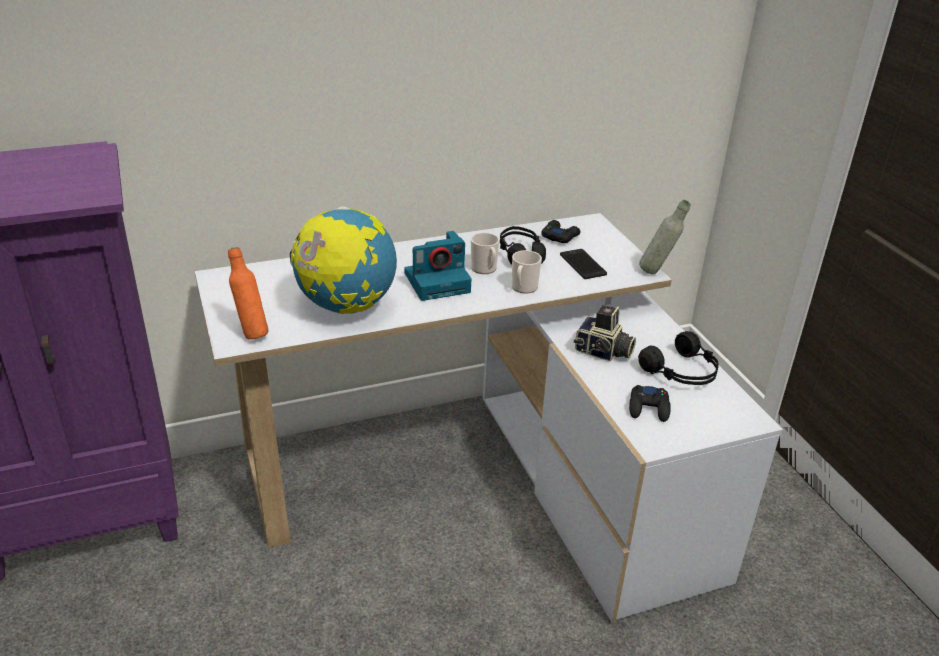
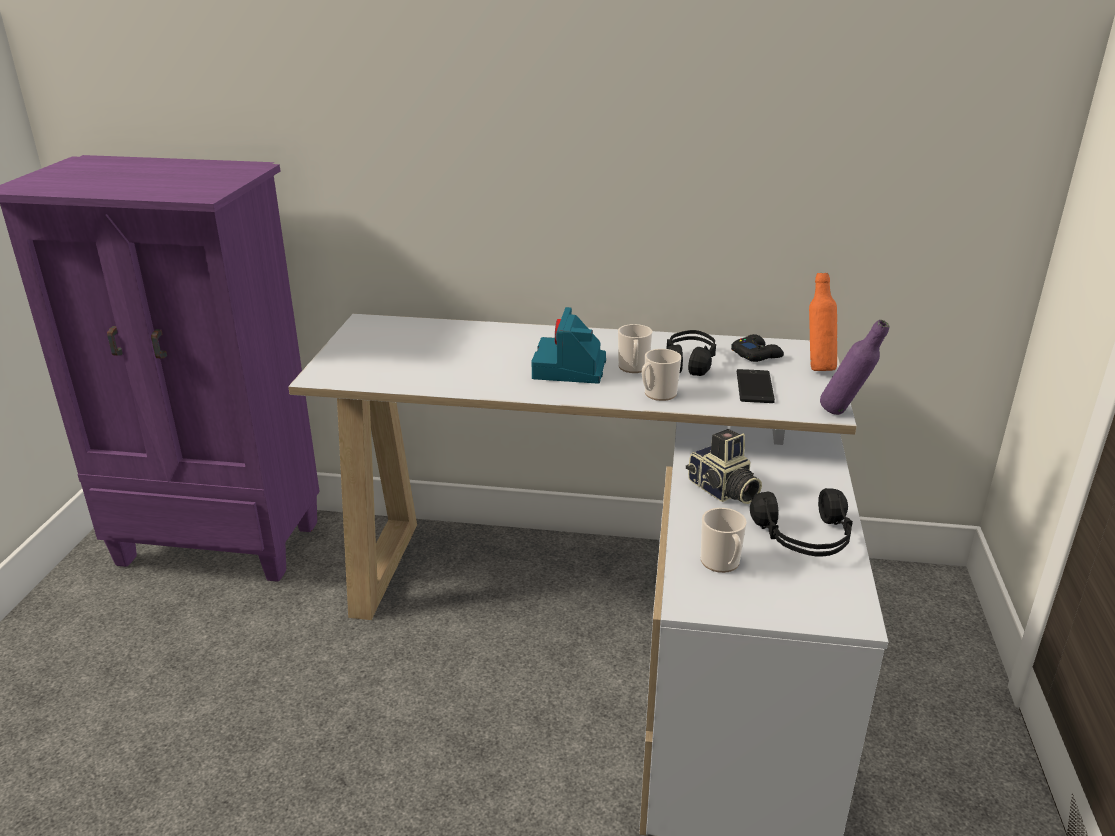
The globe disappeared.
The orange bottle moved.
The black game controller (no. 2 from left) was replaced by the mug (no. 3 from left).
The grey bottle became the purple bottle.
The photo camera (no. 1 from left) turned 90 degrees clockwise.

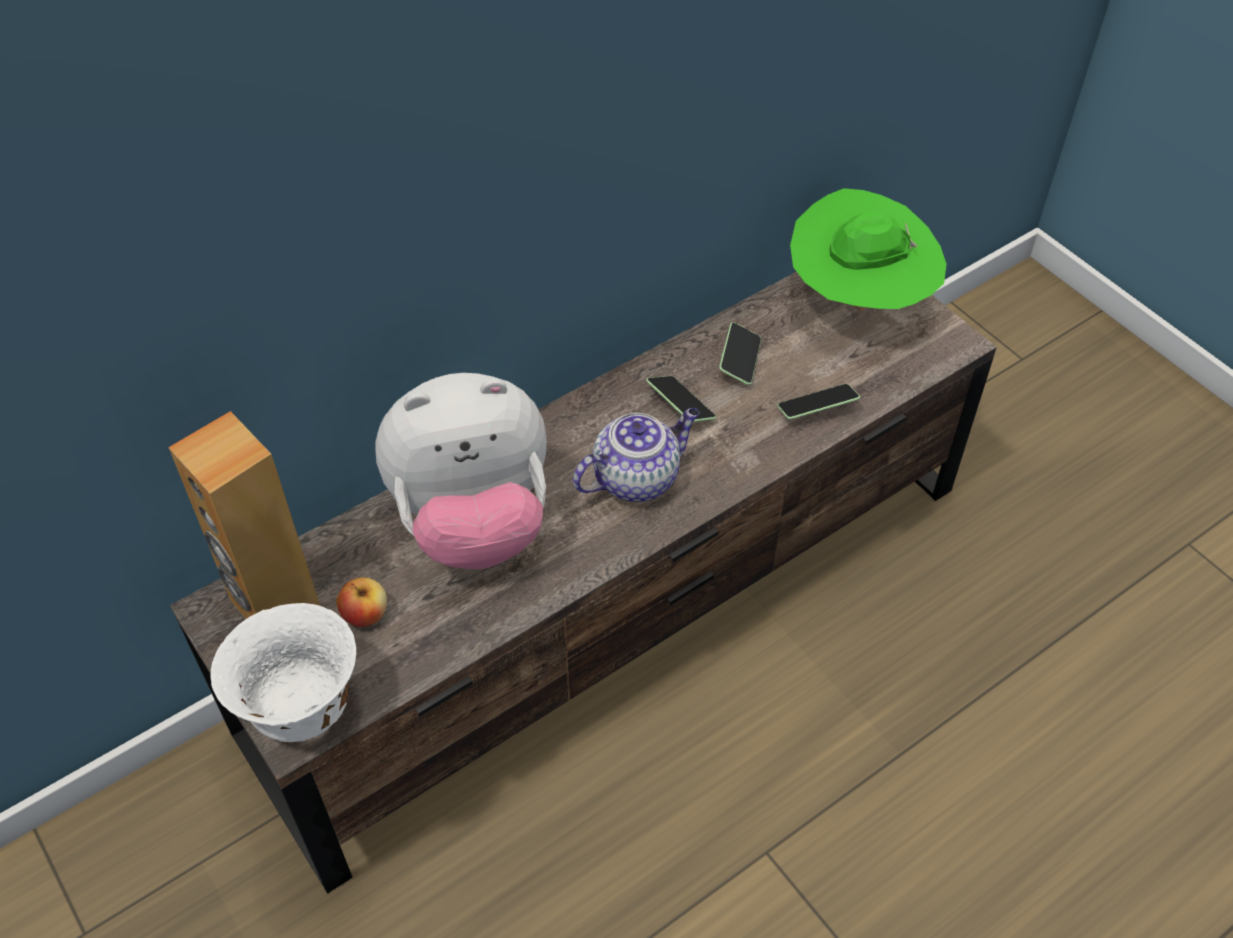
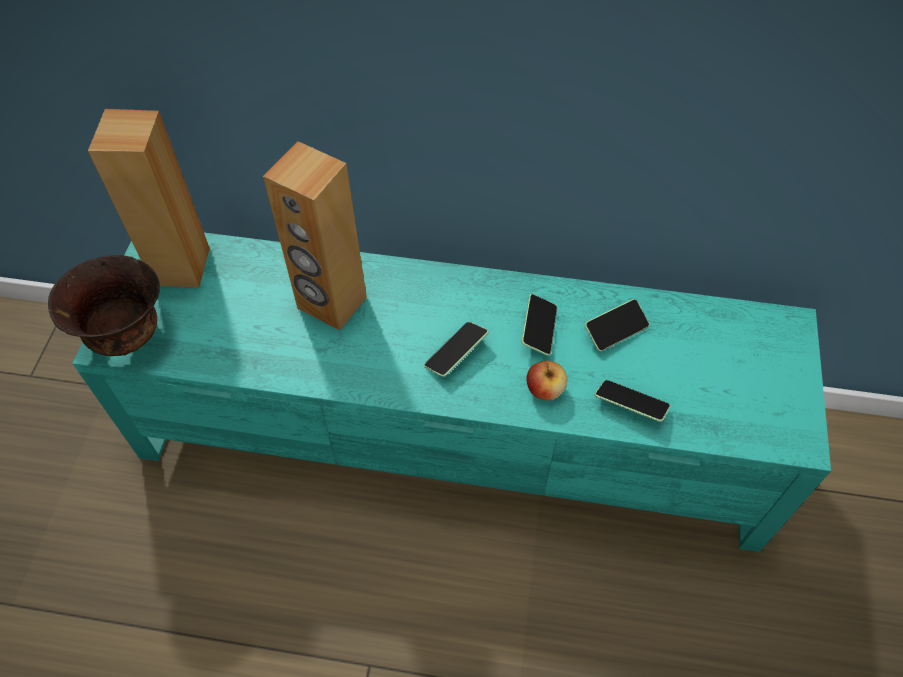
The green hat disappeared.
The apple moved.
The plush toy was replaced by the brown speaker (no. 2 from left).
The teapot was replaced by the phone (no. 1 from left).
The brown tv stand became the turquoise tv stand.
The white bowl became the brown bowl.

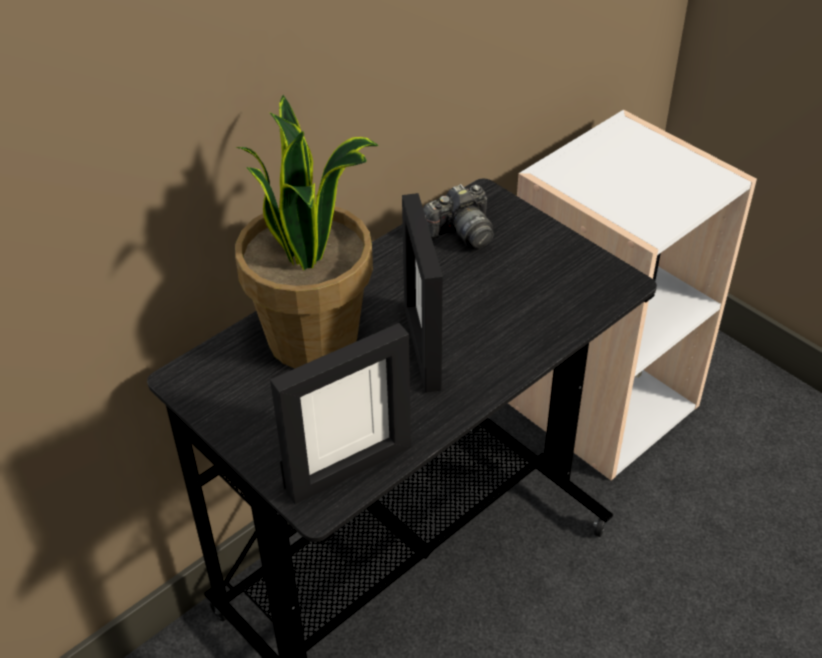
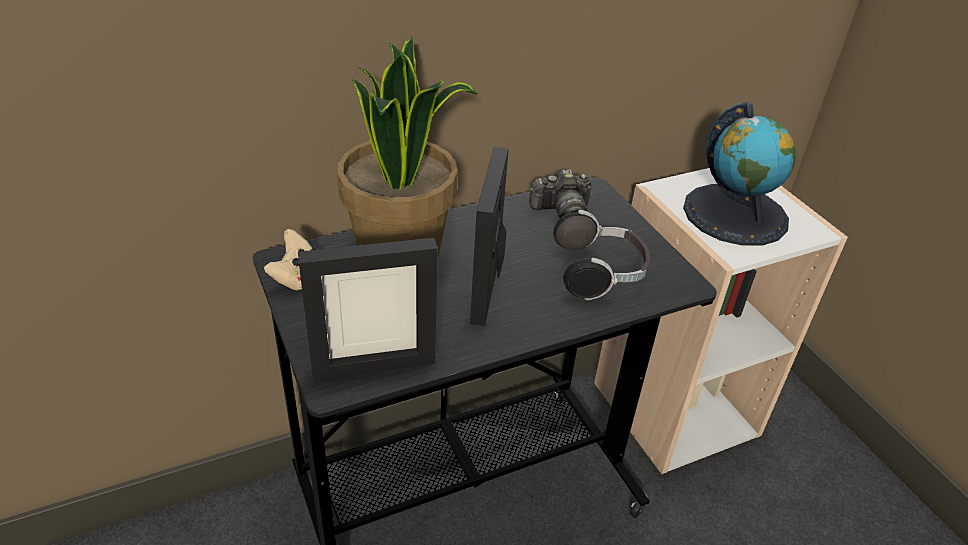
The beige game controller appeared.
The headphones appeared.
The globe appeared.

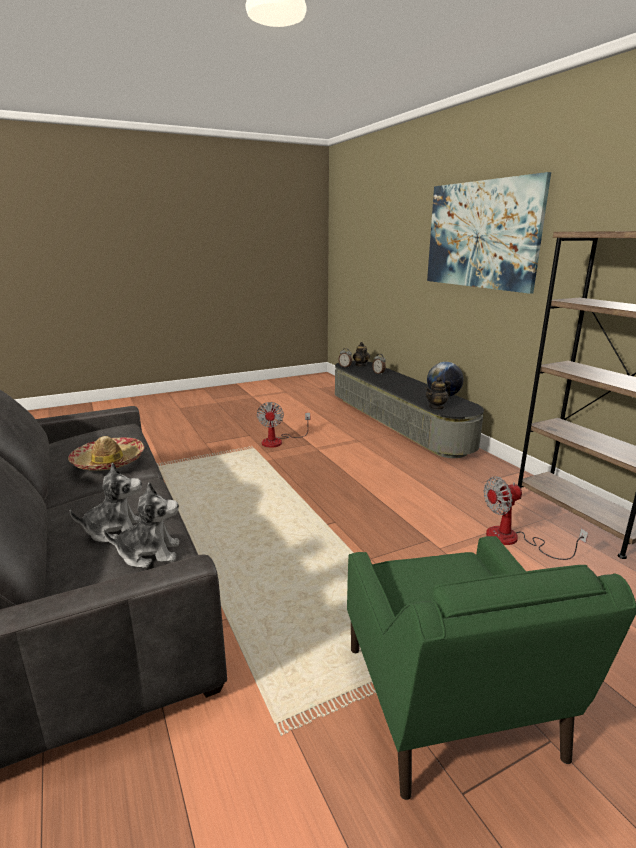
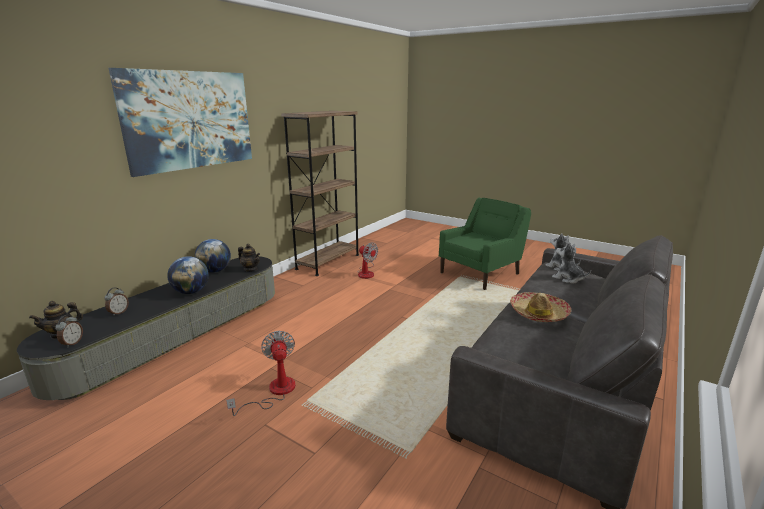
The globe (no. 1 from left) appeared.
The fan (no. 1 from left) turned 75 degrees counterclockwise.

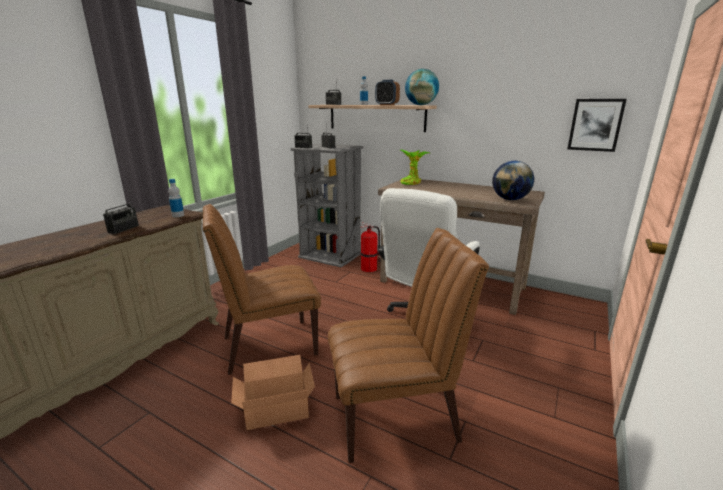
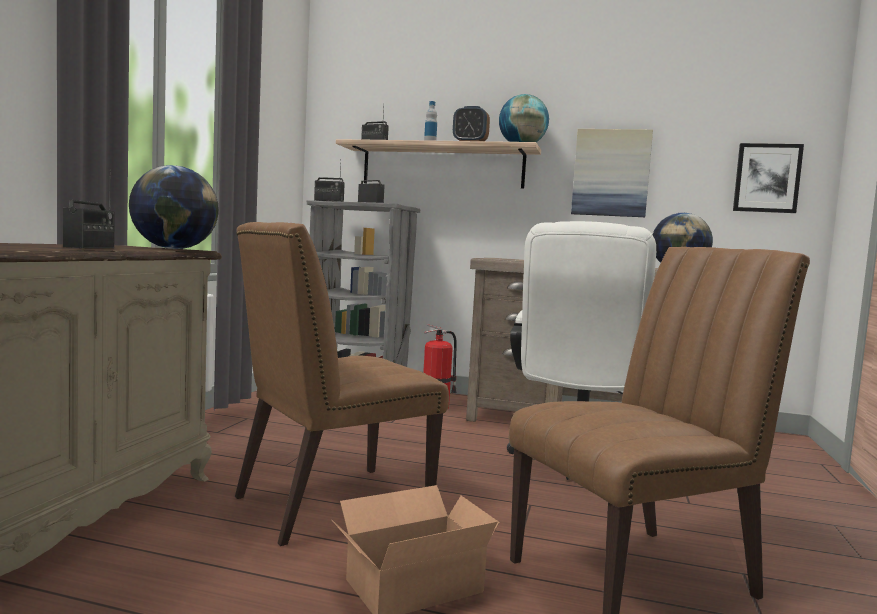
The potted plant disappeared.
The picture (no. 1 from left) appeared.
The bottle (no. 1 from left) was replaced by the globe (no. 1 from left).

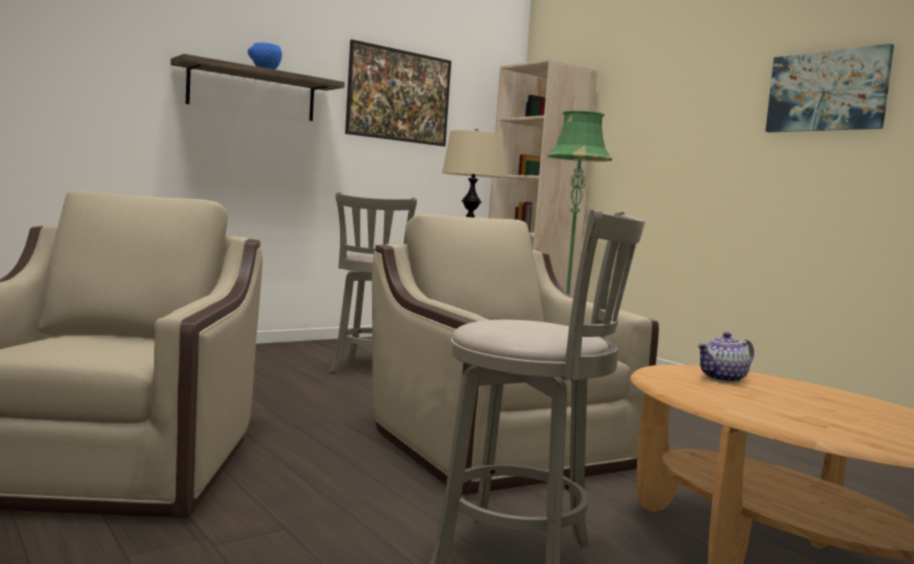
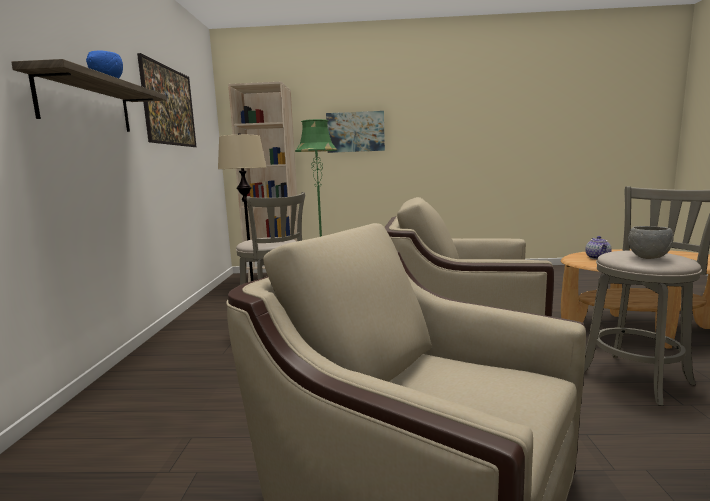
The grey bowl appeared.
The picture (no. 2 from left) moved.

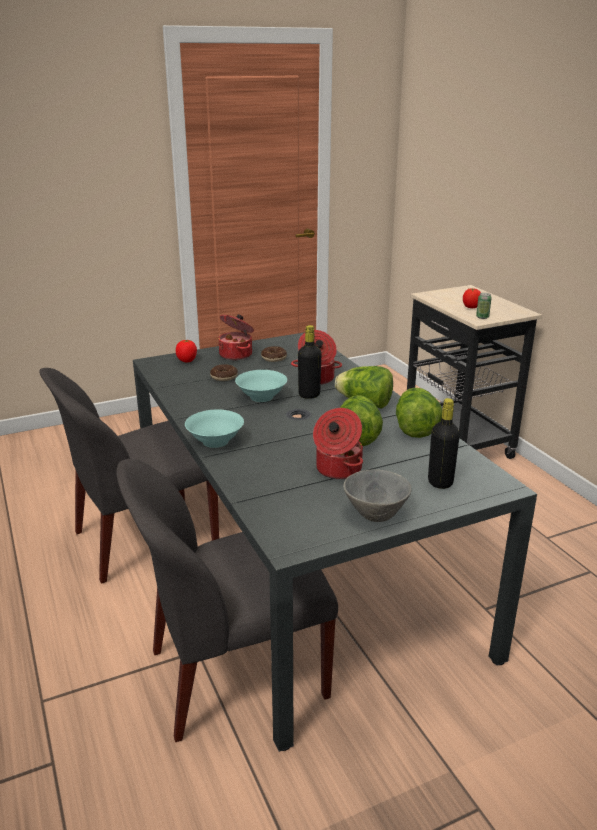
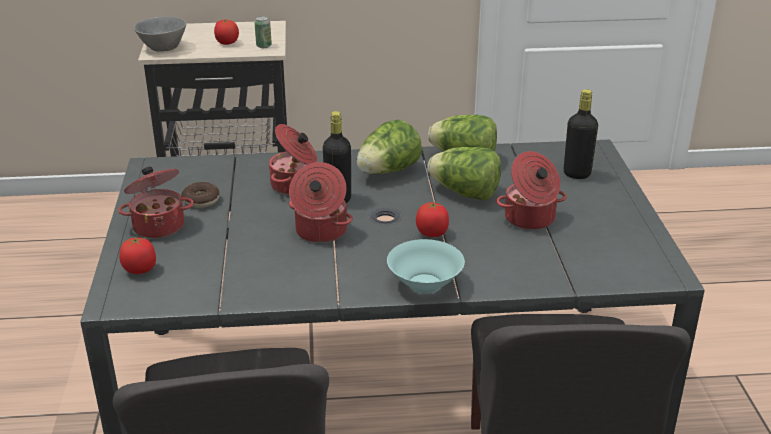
The donut (no. 1 from left) disappeared.
The tomato (no. 3 from left) appeared.
The grey bowl moved.
The turquoise bowl (no. 2 from left) was replaced by the cooking pot (no. 3 from left).

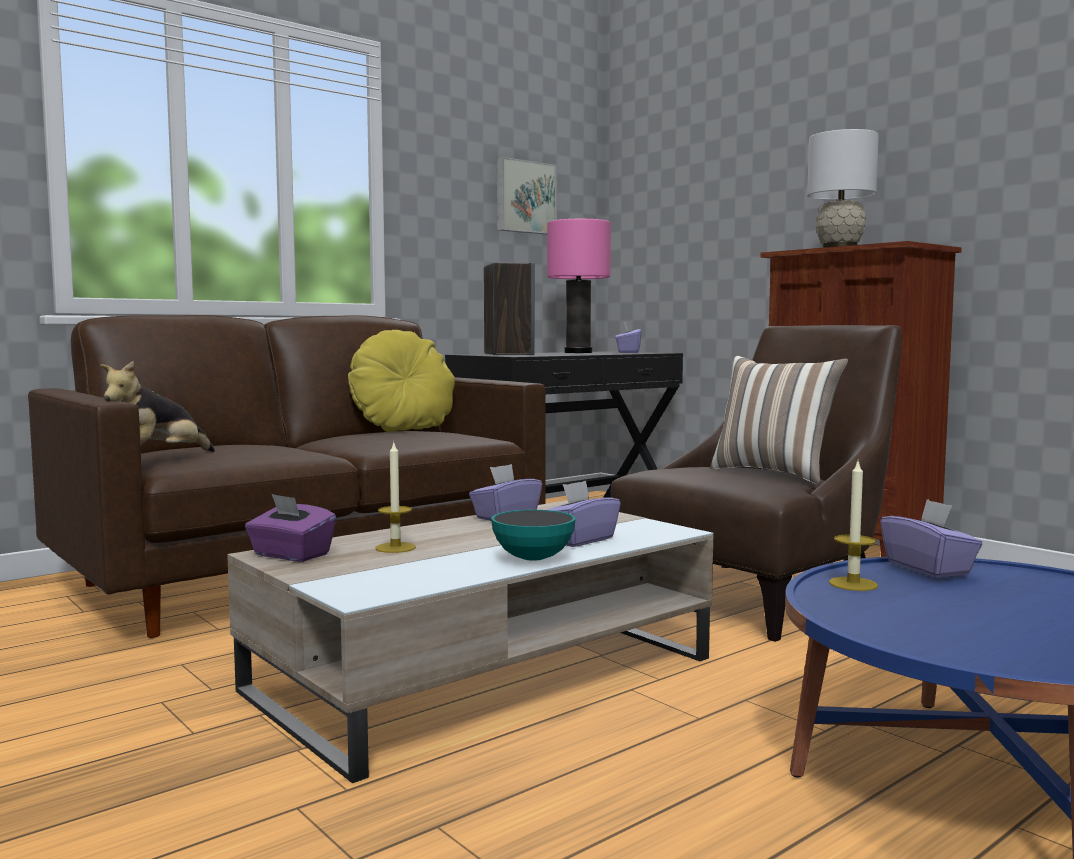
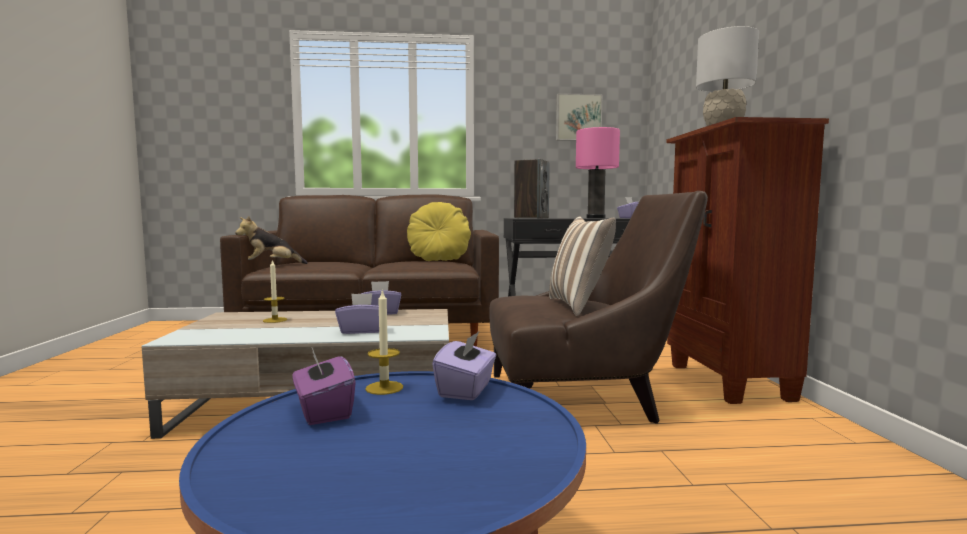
The bowl disappeared.
The purple tissue box (no. 1 from left) moved.

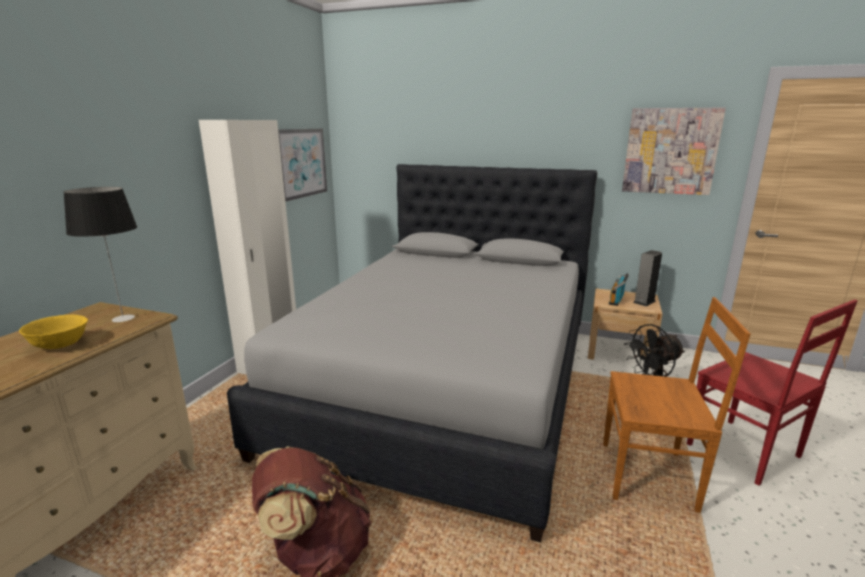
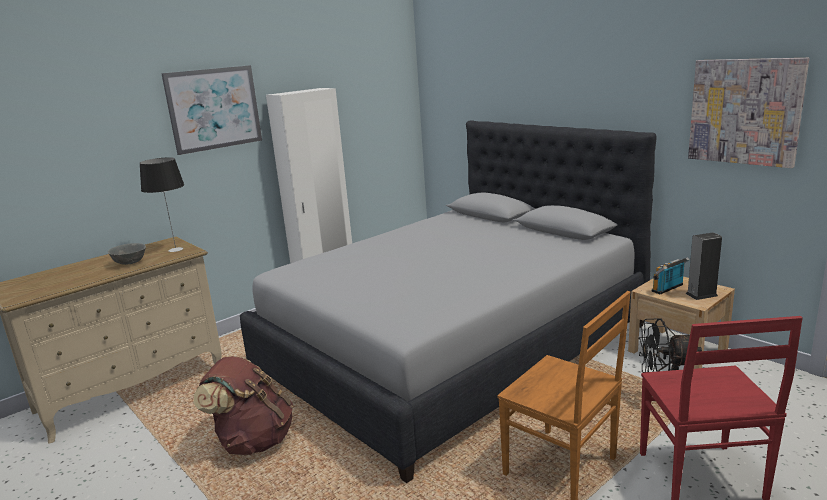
The picture (no. 1 from left) moved.
The yellow bowl became the grey bowl.

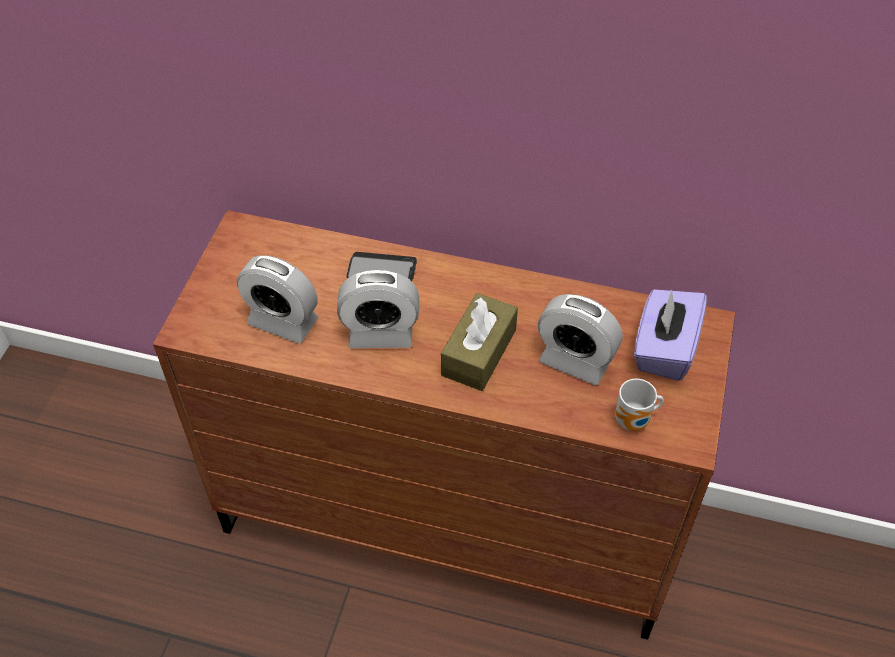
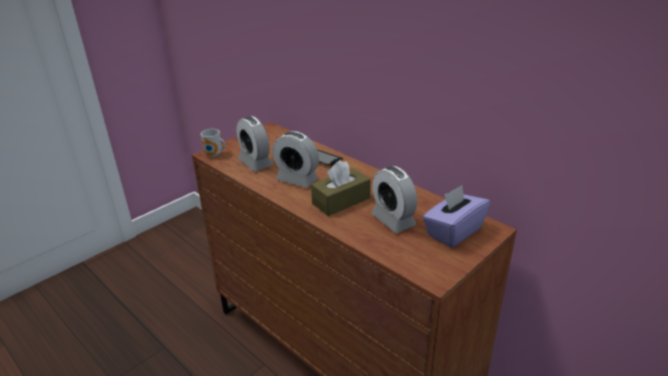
The mug moved.

